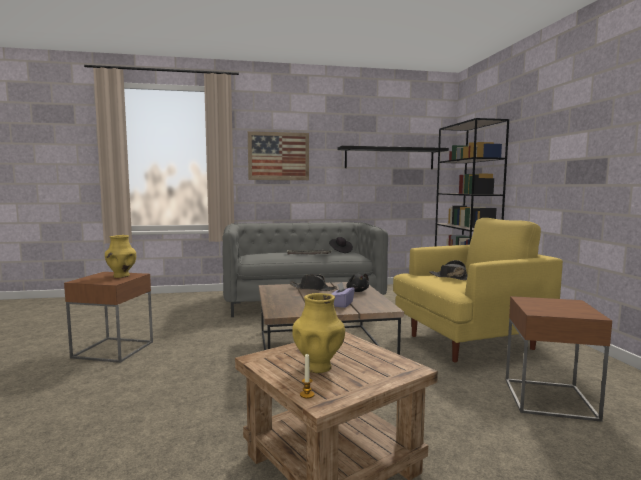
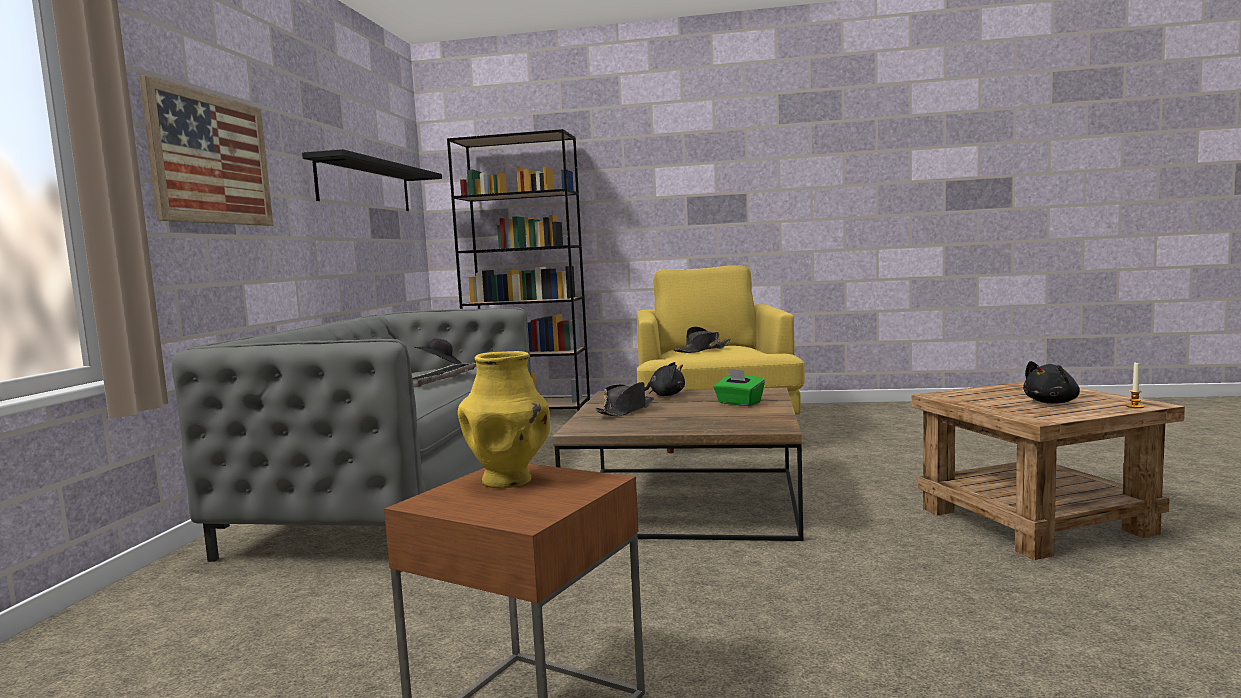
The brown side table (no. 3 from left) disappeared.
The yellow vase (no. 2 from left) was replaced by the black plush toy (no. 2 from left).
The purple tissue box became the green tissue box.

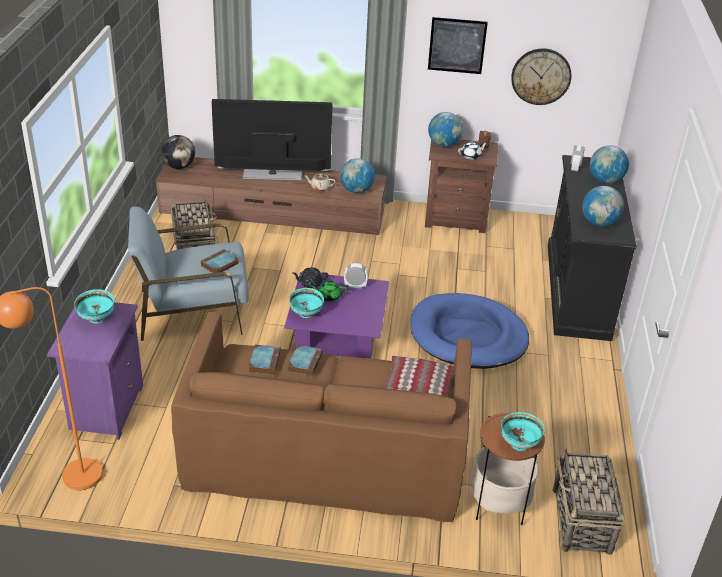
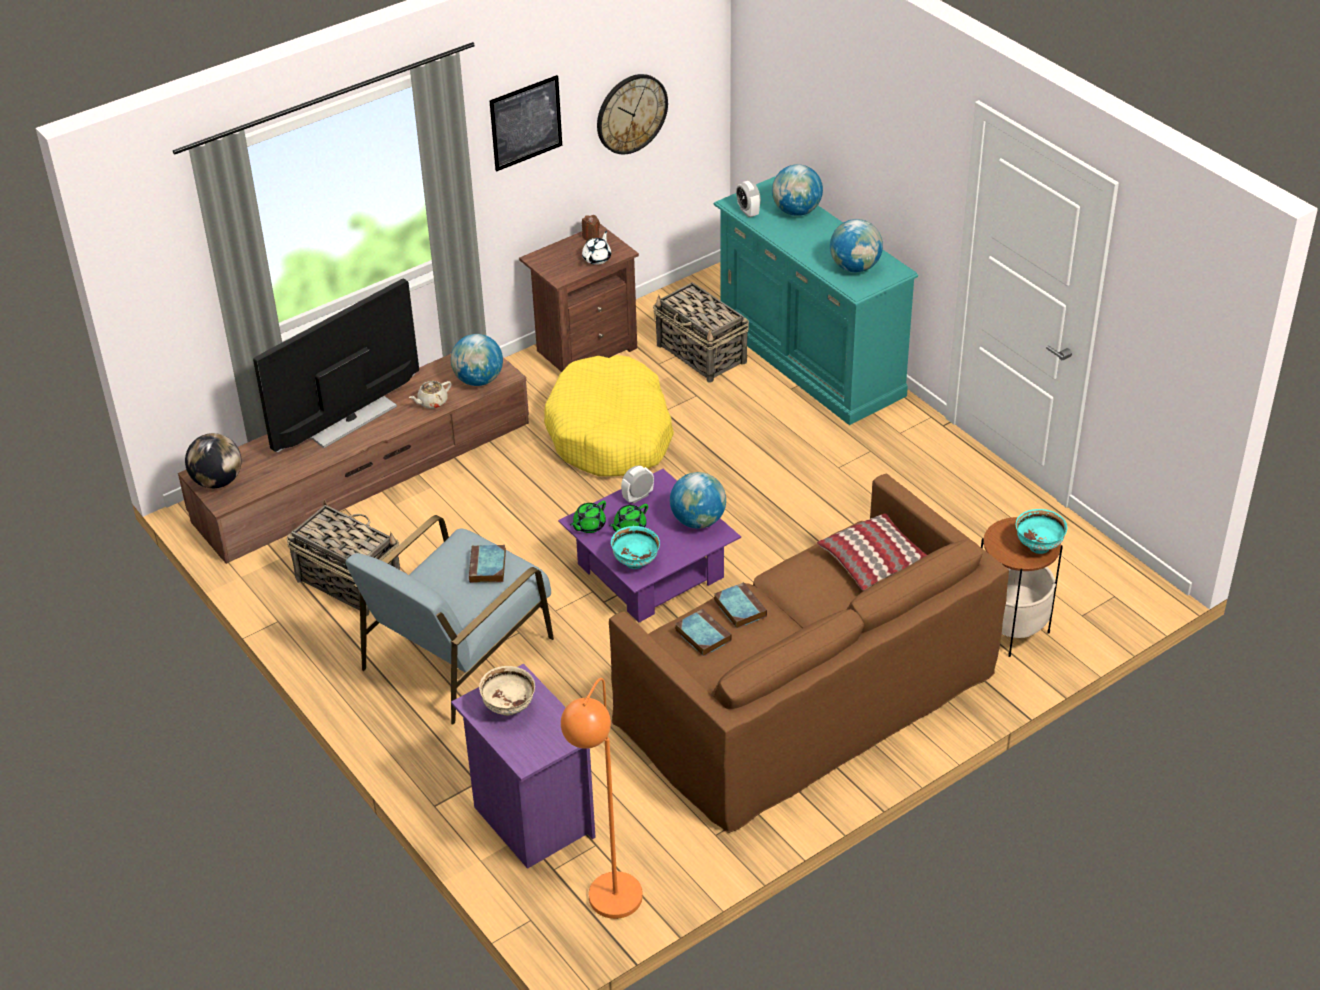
The blue dog bed disappeared.
The yellow dog bed appeared.
The globe (no. 3 from left) moved.
The basket (no. 2 from left) moved.
The turquoise bowl (no. 1 from left) became the beige bowl.
The black teapot became the green teapot (no. 1 from left).
The black cabinet became the turquoise cabinet.

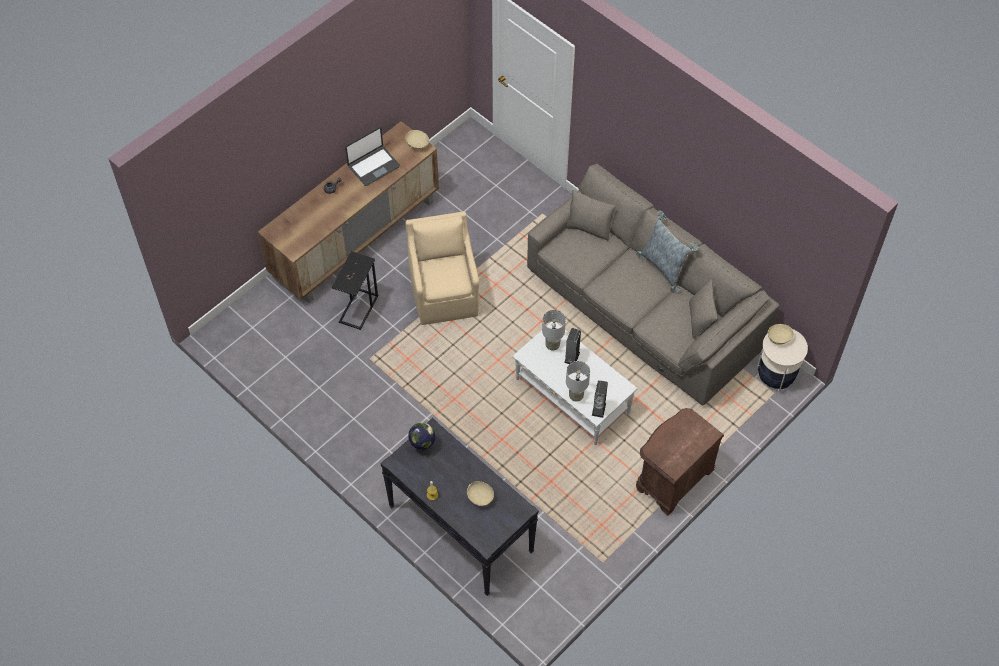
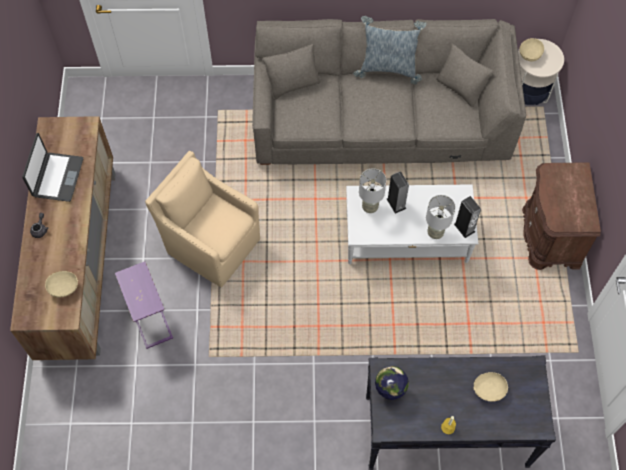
The beige bowl (no. 1 from left) moved.
The black side table became the purple side table.

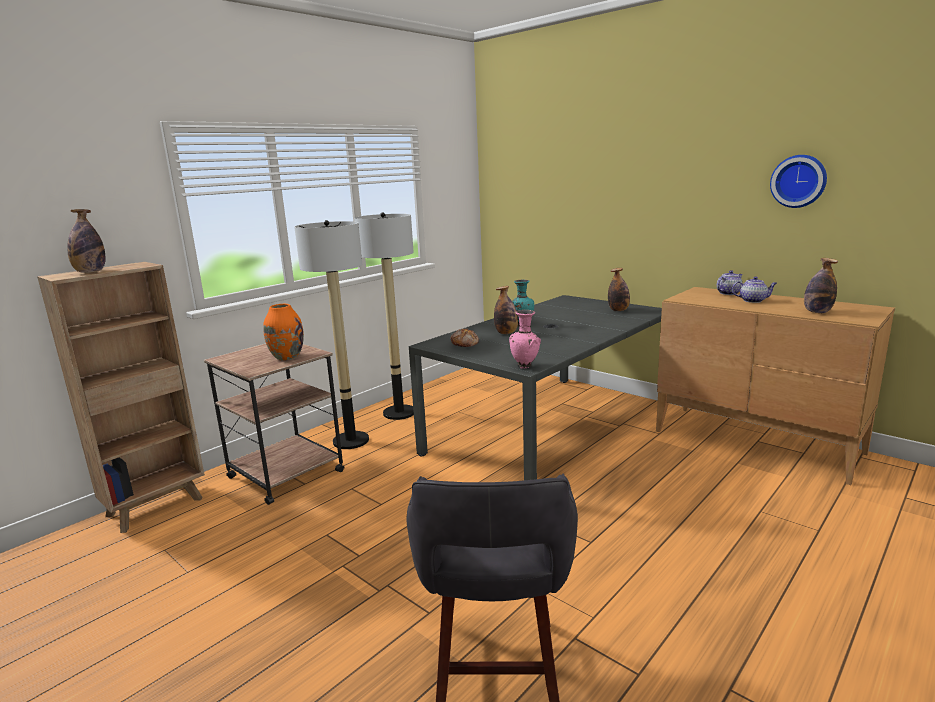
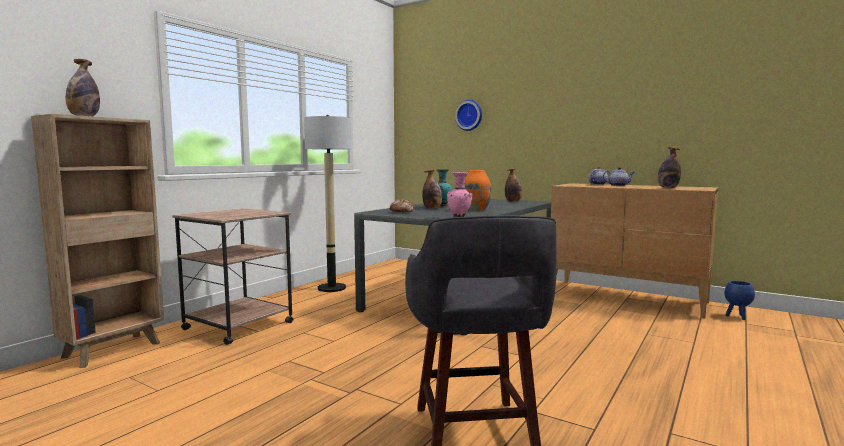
The floor lamp (no. 1 from left) disappeared.
The blue planter appeared.
The orange vase moved.
The wall clock moved.

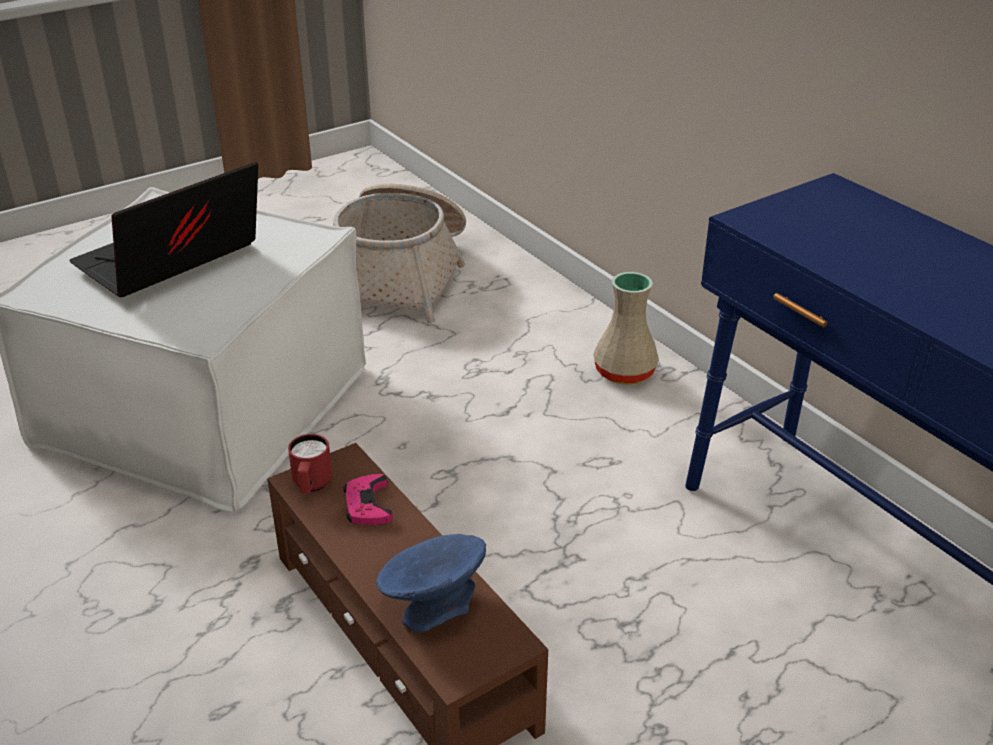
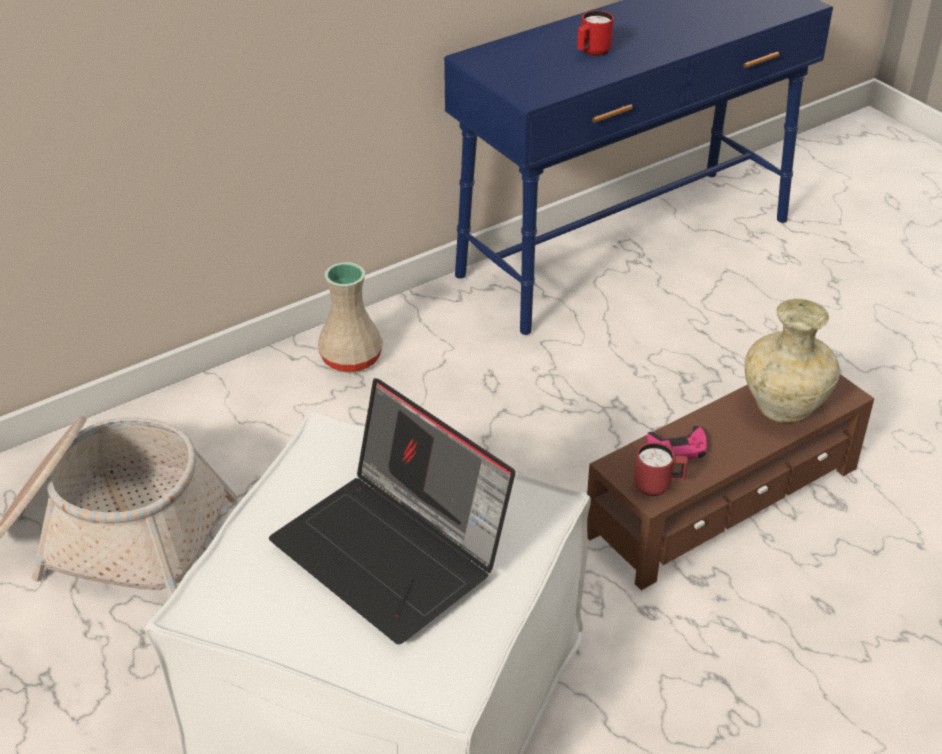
The red mug (no. 1 from left) appeared.
The blue bowl was replaced by the beige vase (no. 2 from left).

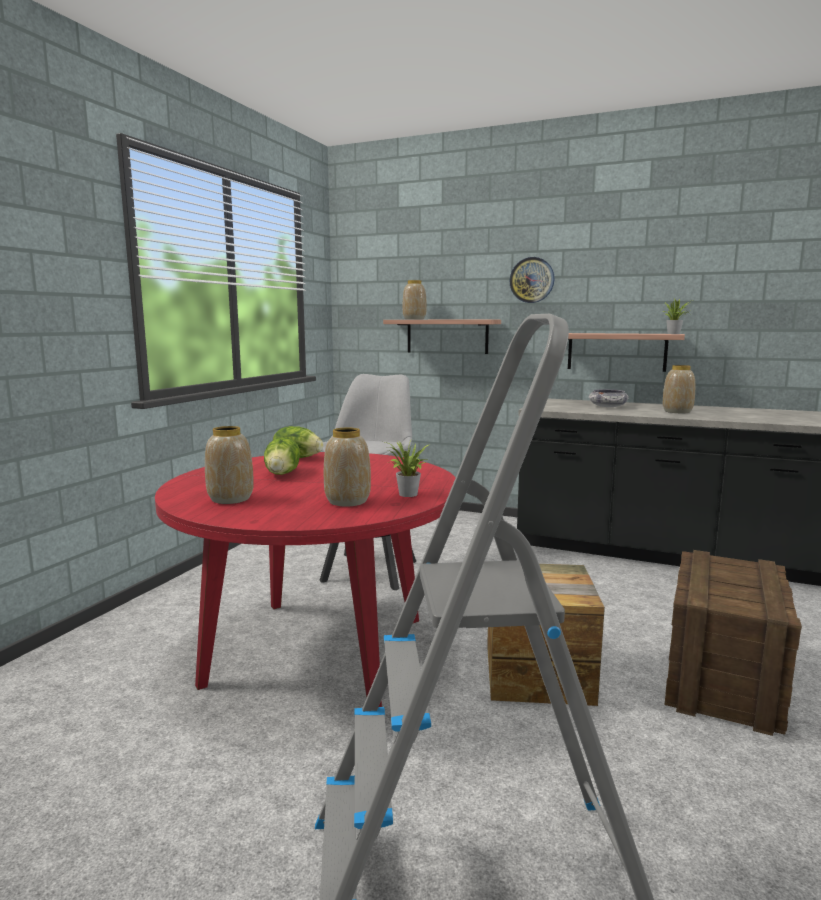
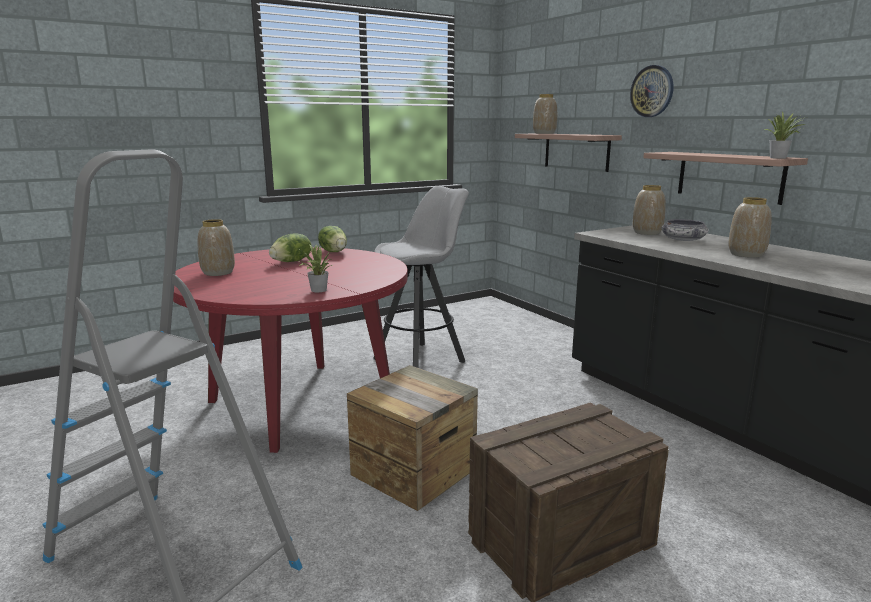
The vase (no. 2 from left in the first image) moved.

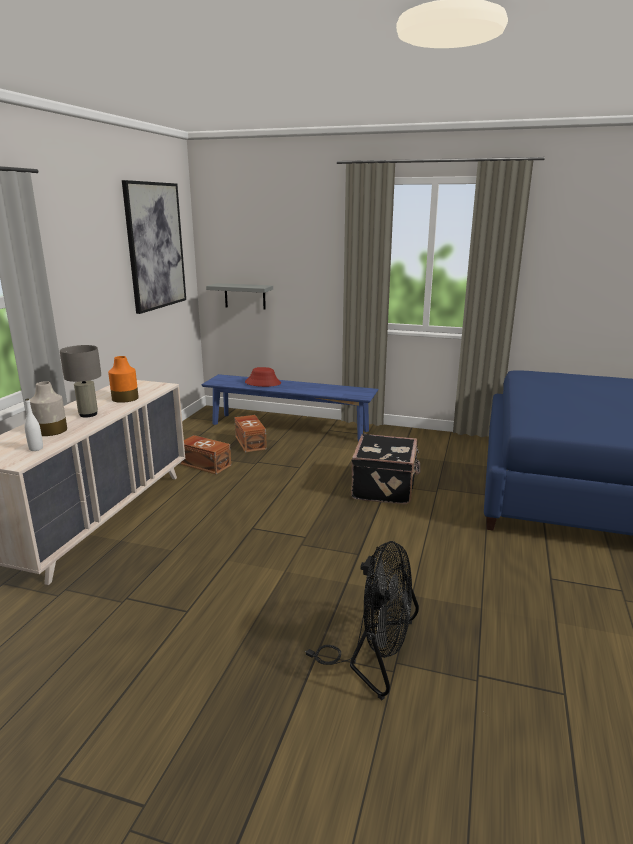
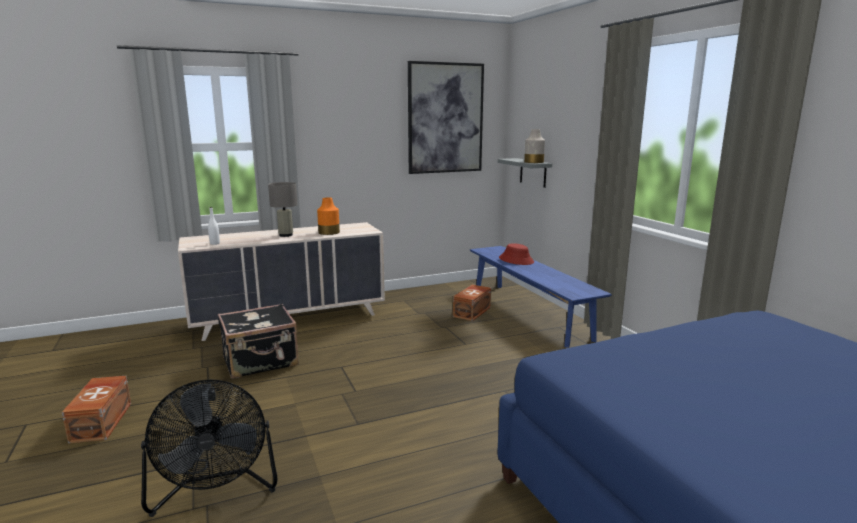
The beige vase moved.
The brown storage box (no. 1 from left) moved.
The black suitcase moved.

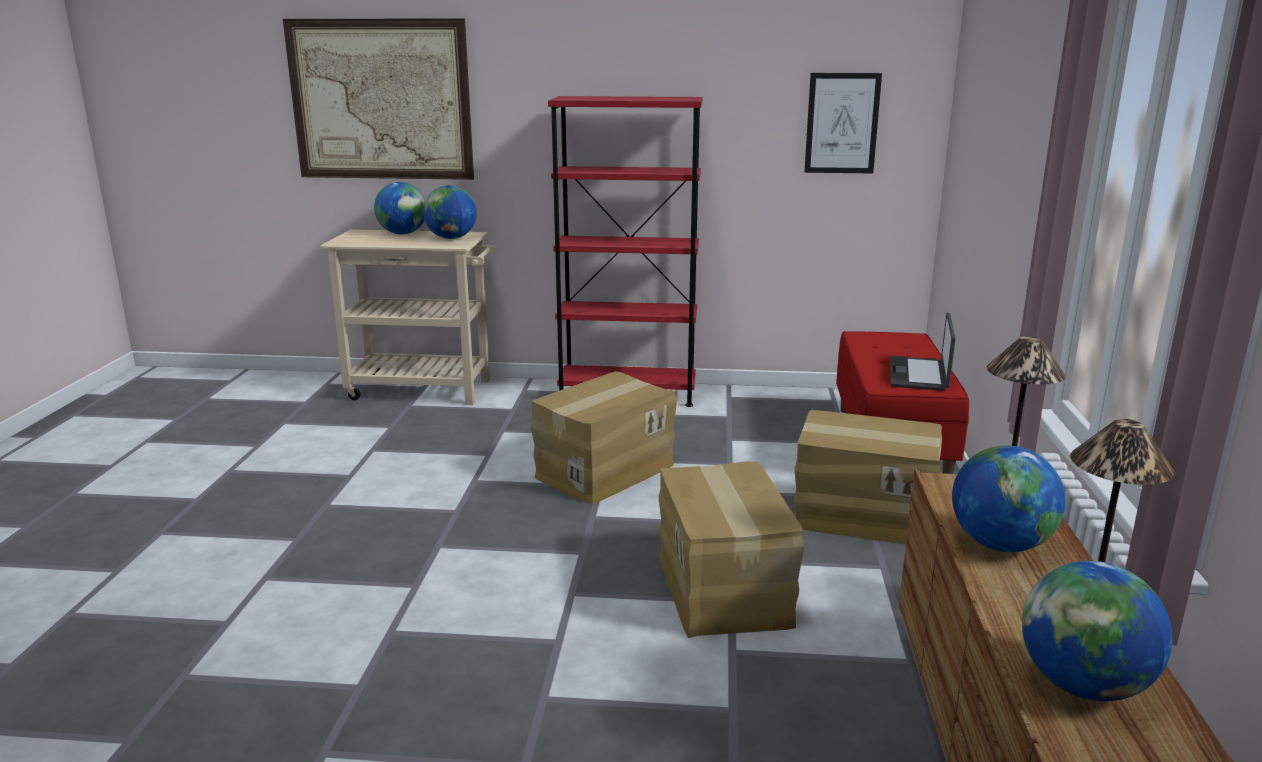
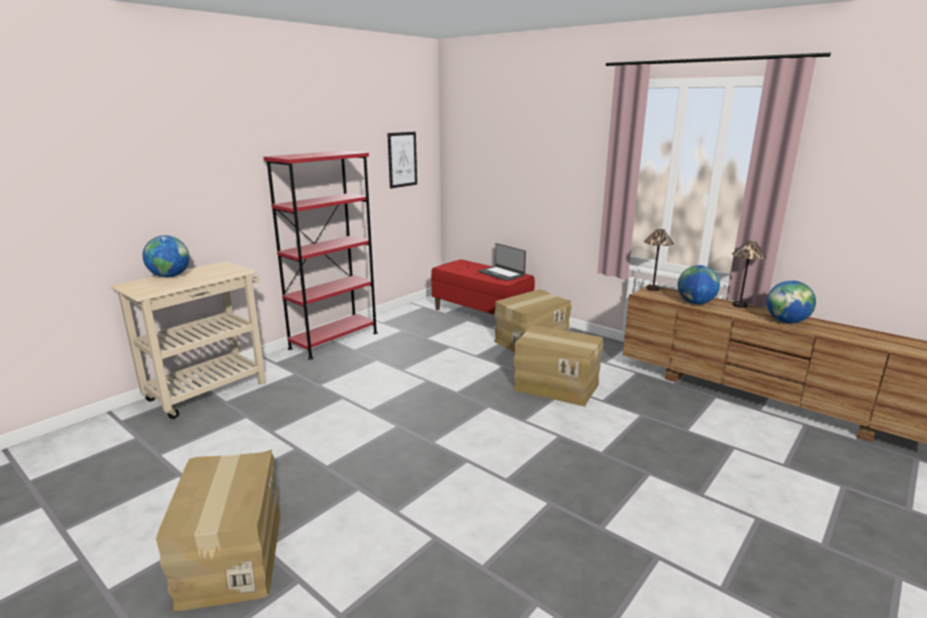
The picture (no. 1 from left) disappeared.
The globe (no. 2 from left) disappeared.
The cardboard box (no. 1 from left) moved.

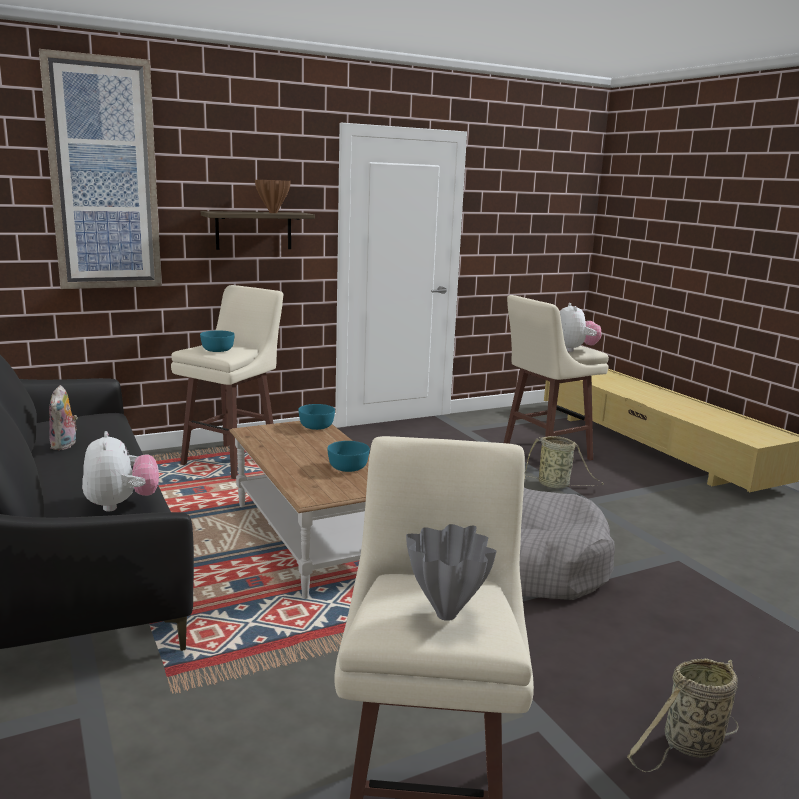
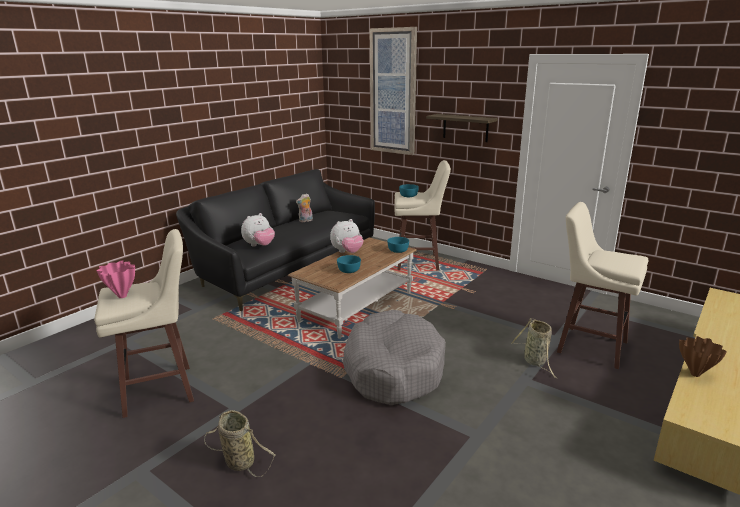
The brown vase moved.
The plush toy (no. 3 from left) moved.
The grey vase became the pink vase.

